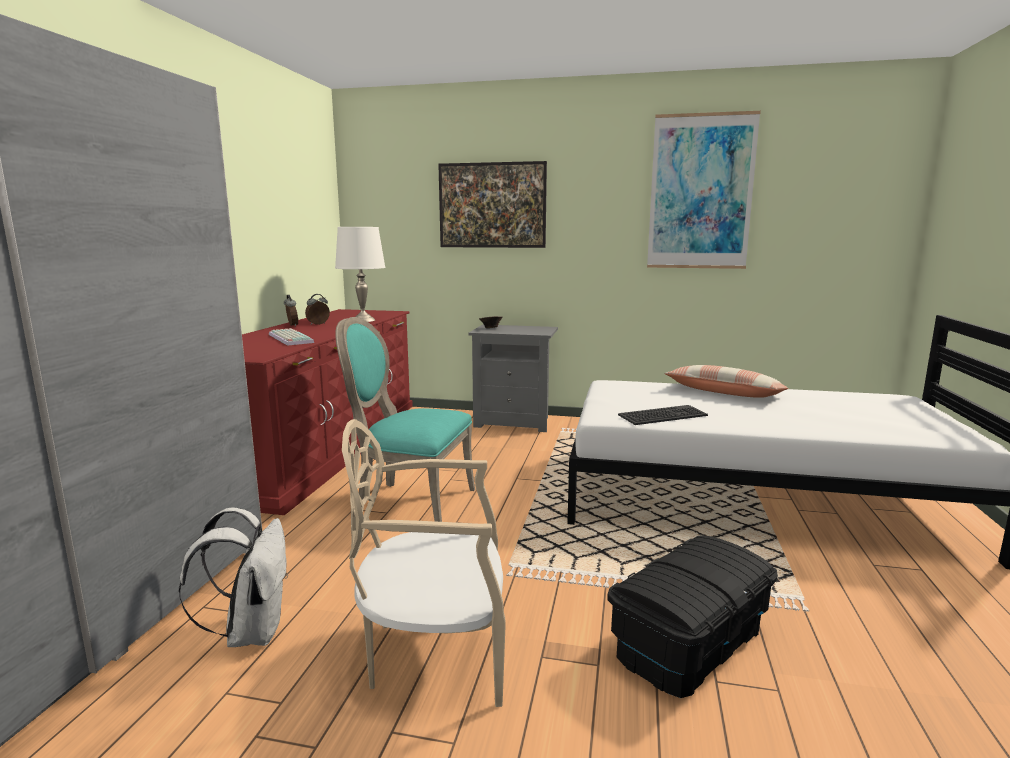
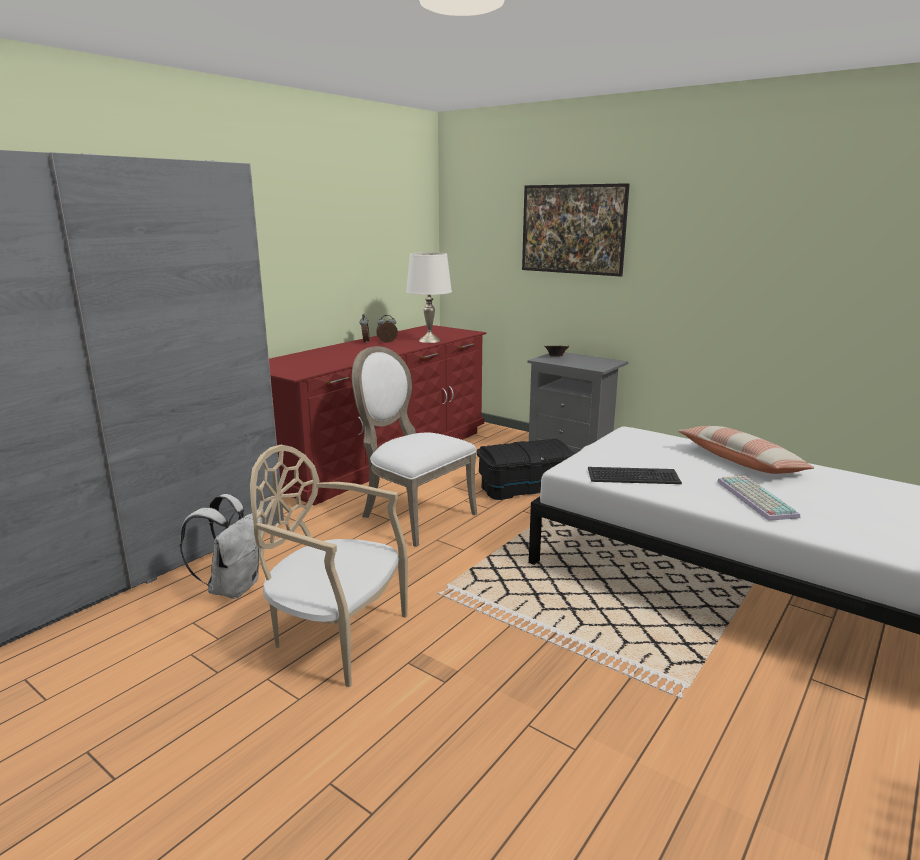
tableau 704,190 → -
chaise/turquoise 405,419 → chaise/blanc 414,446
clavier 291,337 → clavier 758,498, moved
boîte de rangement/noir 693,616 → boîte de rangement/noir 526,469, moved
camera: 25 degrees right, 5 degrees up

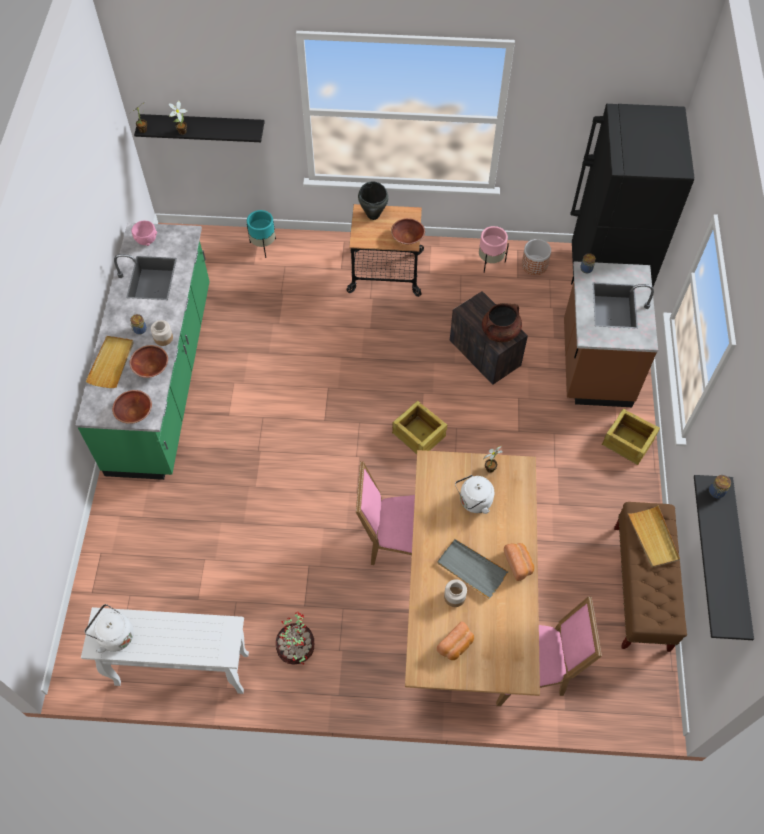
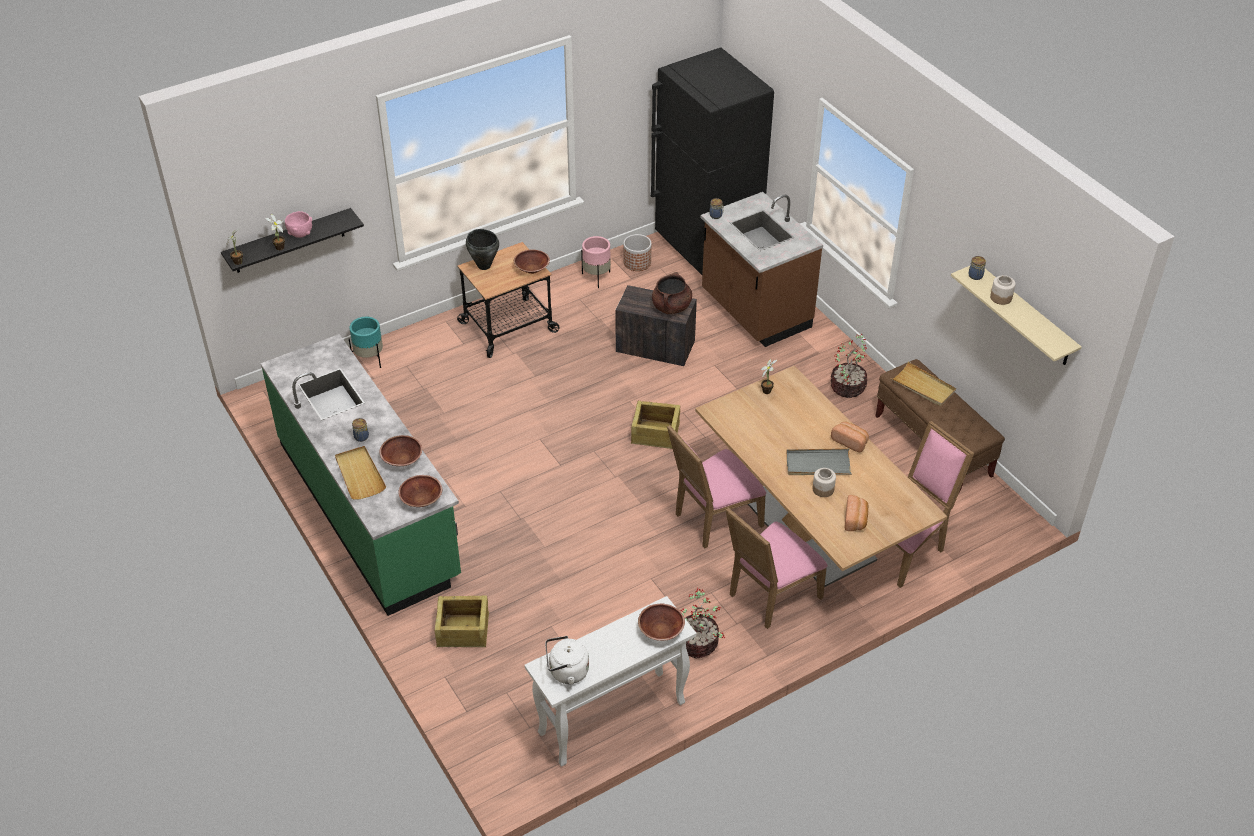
bol/rose 144,233 → bol/rose 298,224, moved
bocal 162,333 → bocal 1003,290, moved
caisse 630,437 → caisse 461,621, moved
bouilloire/blanc 474,494 → -
étagère/noir 724,557 → étagère/beige 1016,315
- → plante en pot 849,366
- → chaise/rose 776,568
- → bol/marron 661,622
camera: 35 degrees left, 15 degrees down

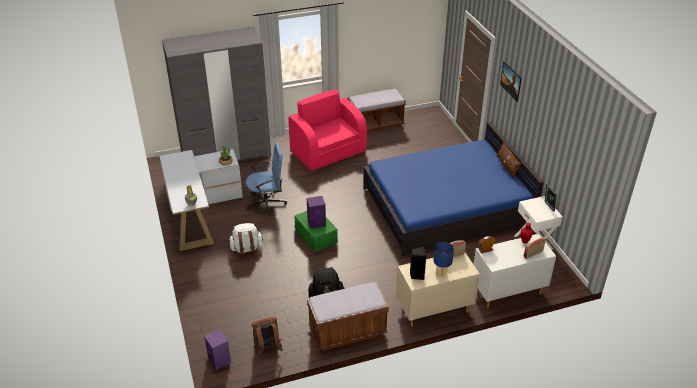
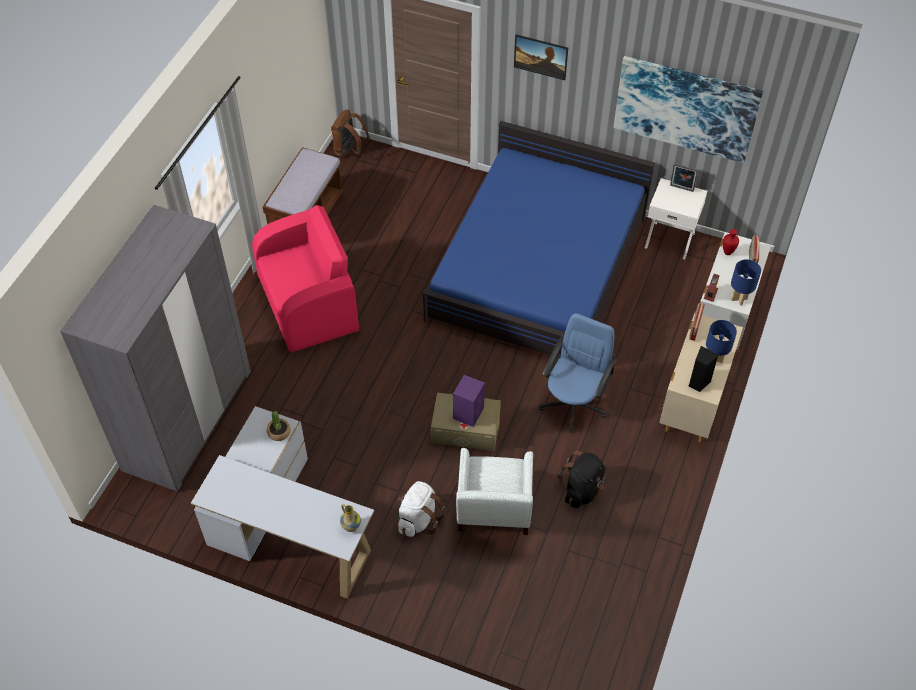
fauteuil/rose 327,130 → fauteuil/rose 305,278, 150 degrees clockwise
coussin/marron 509,159 → -
chaise de bureau/bleu 266,179 → chaise de bureau/bleu 578,373, moved
boîte de rangement/vert 316,231 → boîte de rangement/beige 466,422
banc/marron 348,316 → -
sac à dos/marron 267,337 → sac à dos/marron 350,133, moved
enceinte/violet 217,349 → -
- → tableau 688,109
- → lampe de table/bleu 746,282
- → fauteuil/blanc 494,491
camera: 50 degrees left, 15 degrees up

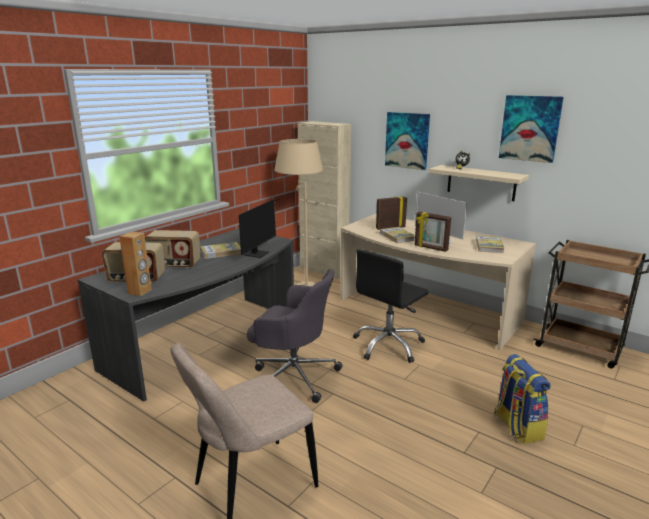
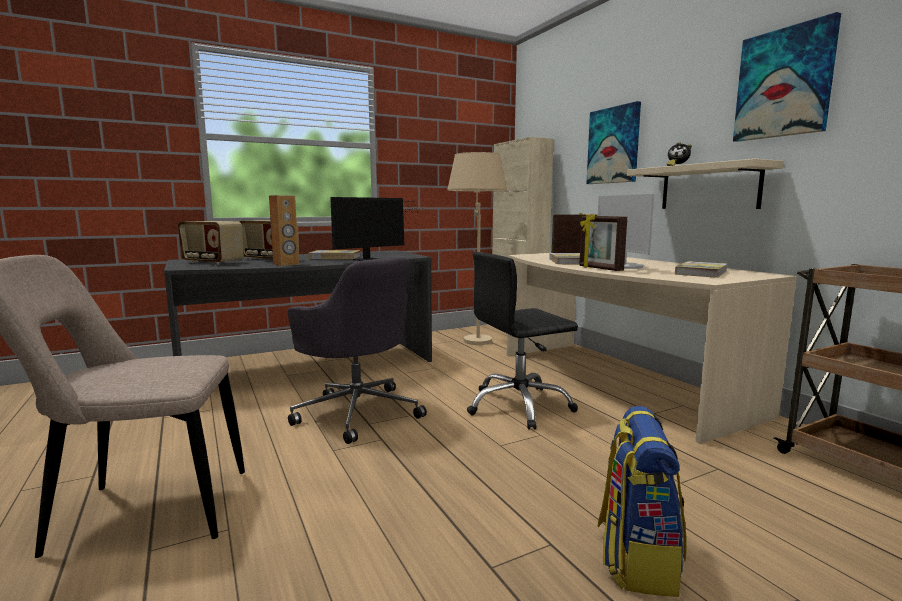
enceinte/marron 135,264 → enceinte/marron 284,230, moved
camera: 25 degrees right, 10 degrees down

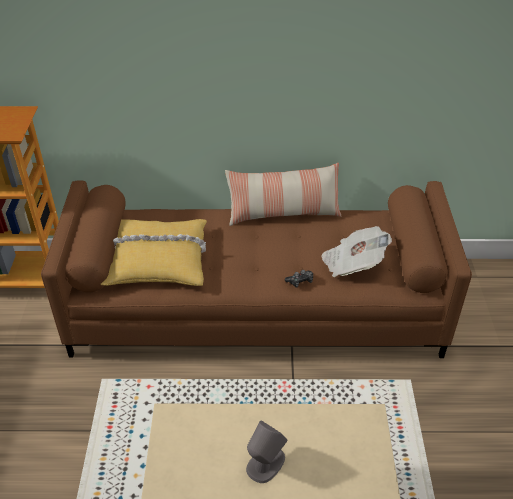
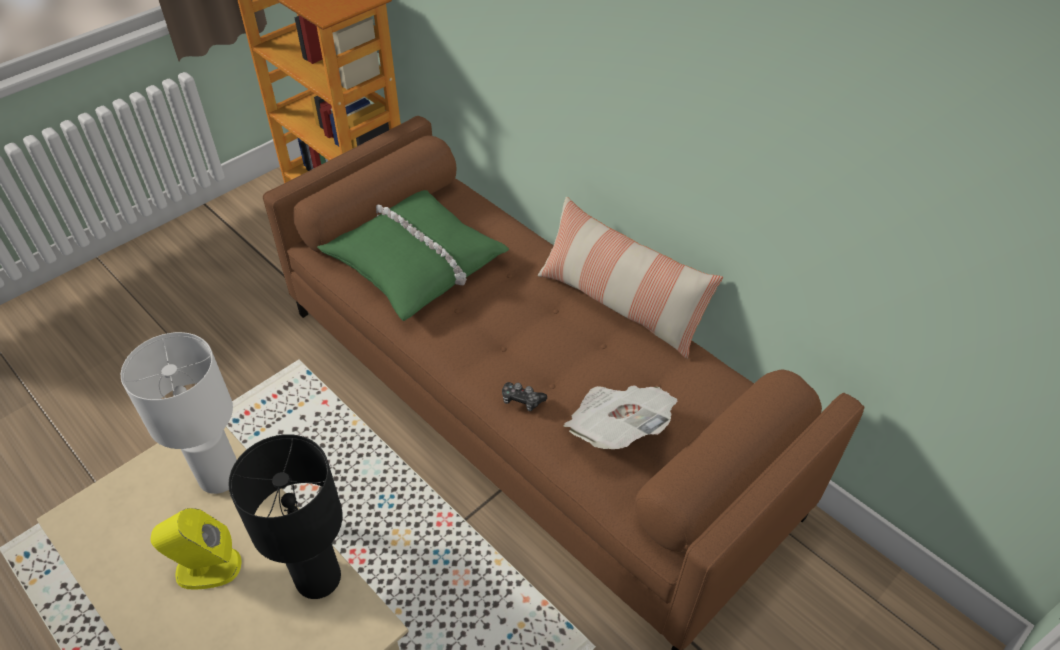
coussin/jaune 153,252 → coussin/vert 413,255
enceinte/gris 266,451 → enceinte/jaune 196,549
- → lampe de table/blanc 179,413
- → lampe de table/noir 285,516
camera: 45 degrees right, 5 degrees up

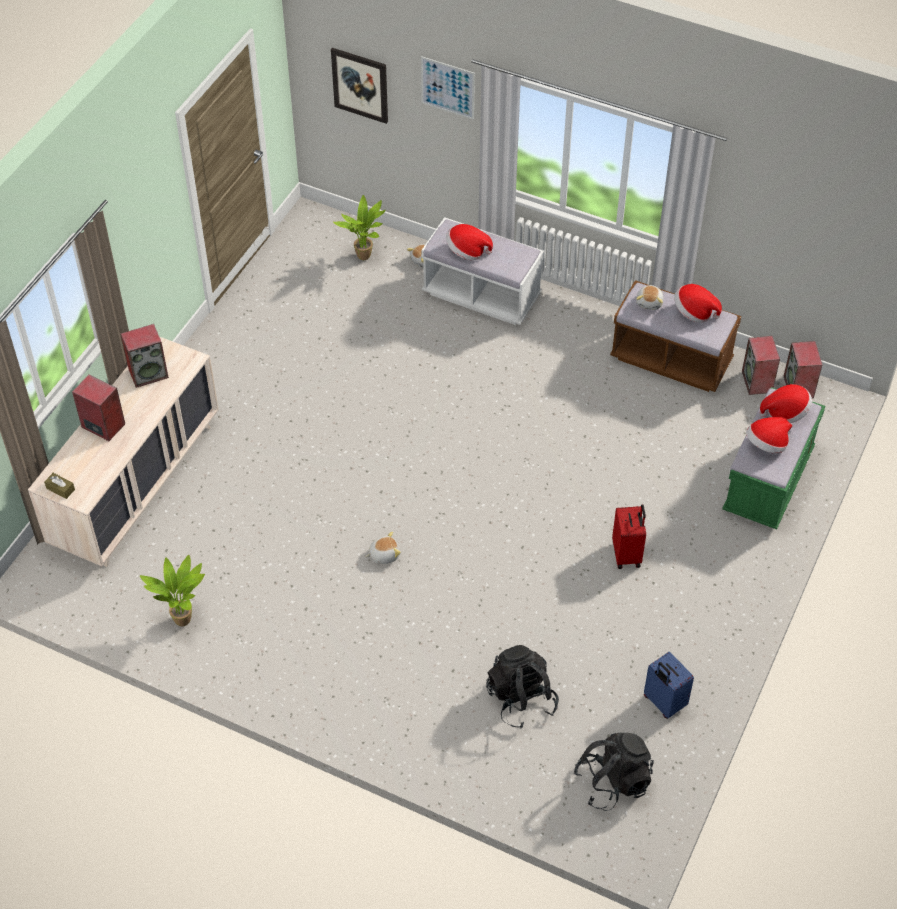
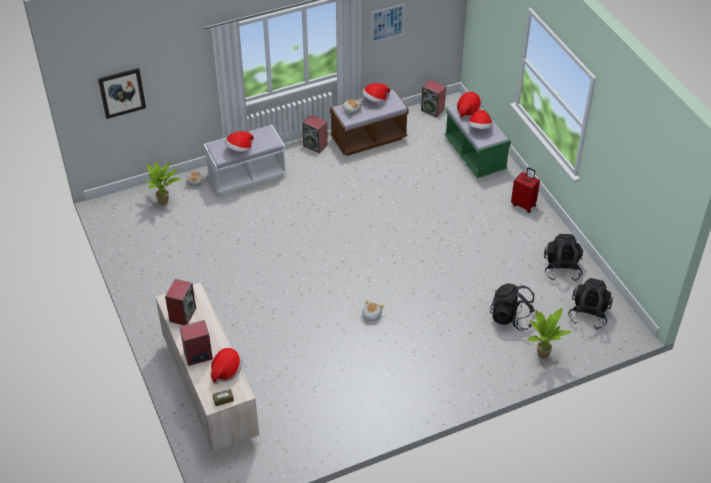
tableau 448,88 → tableau 388,23, moved
enceinte 761,365 → enceinte 315,134, moved
valise/rouge 629,536 → valise/rouge 525,190, moved
plante en pot 172,590 → plante en pot 549,333, moved
valise/bleu 669,685 → sac à dos/noir 563,258
- → chapeau 227,366
camera: 50 degrees left, 5 degrees down

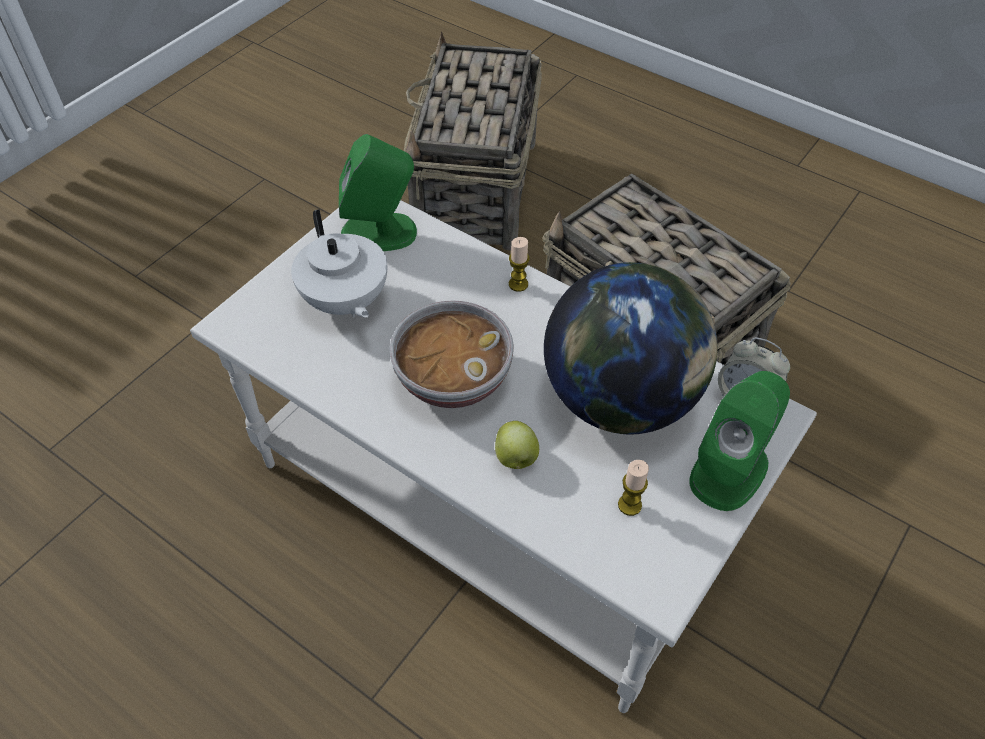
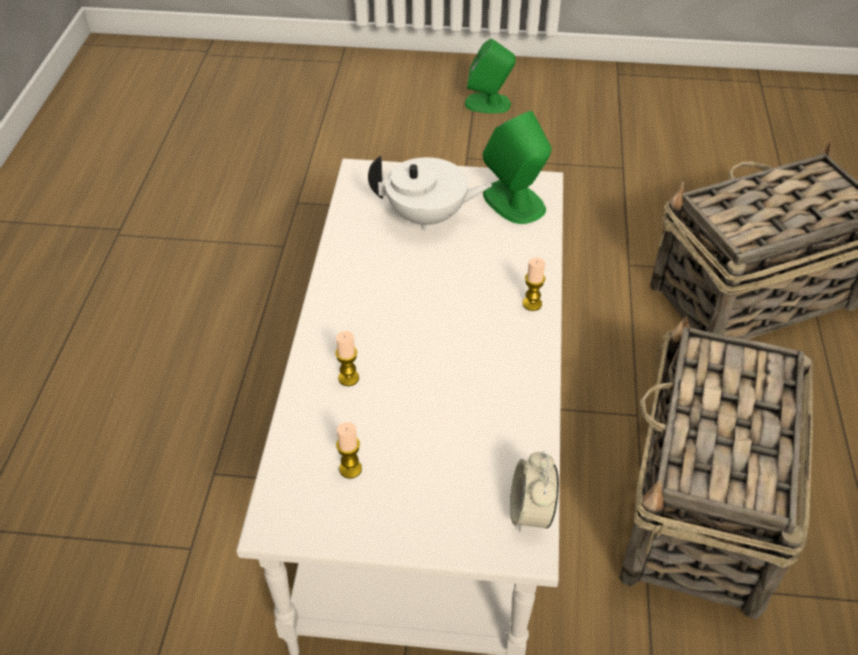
théière/blanc 339,263 → théière/blanc 430,193, 120 degrees counterclockwise
globe 631,348 → -
bol 452,354 → -
enceinte/vert 740,441 → enceinte/vert 490,76, moved
pomme 517,445 → bougie 347,358
camera: 60 degrees right, 5 degrees down

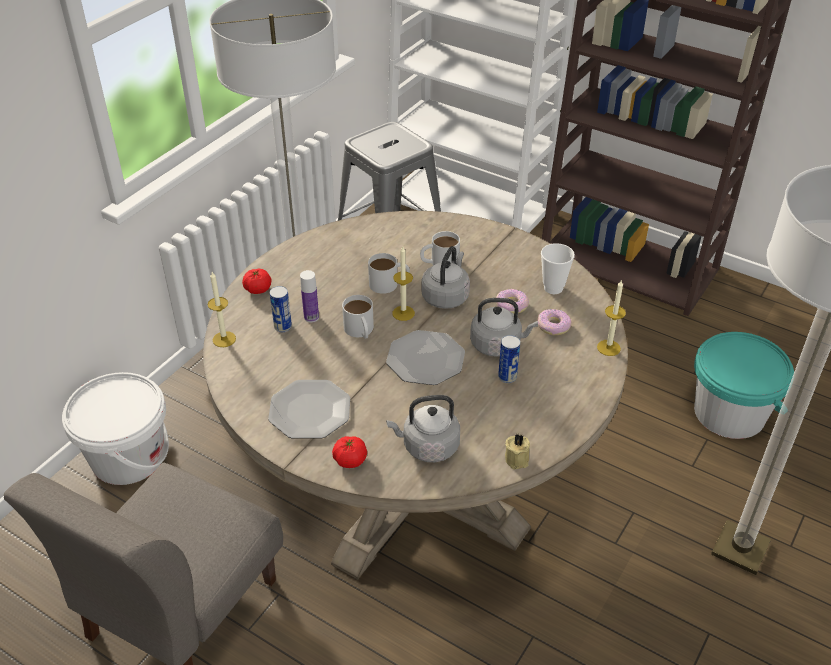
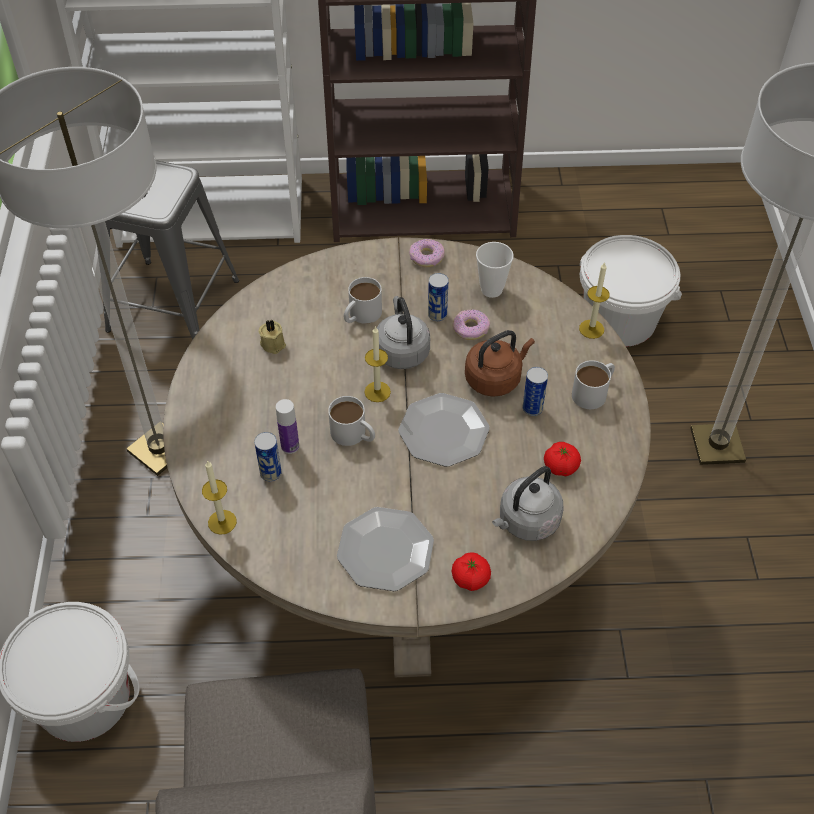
mug/blanc 389,273 → mug/blanc 593,384, moved
tomate 257,281 → tomate 562,459, moved
bouilloire/gris 504,327 → bouilloire/marron 500,363
beignet 554,322 → beignet 427,253, moved
seau/turquoise 744,385 → seau/blanc 631,291
bougie/beige 517,451 → bougie/beige 272,337, moved
- → boîte métallique 438,297
camera: 35 degrees left, 10 degrees up

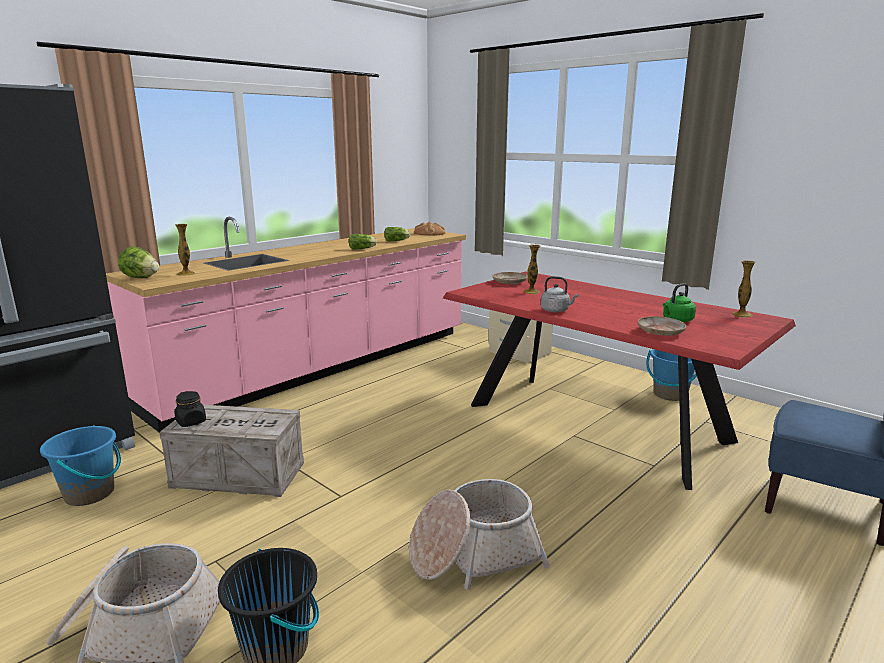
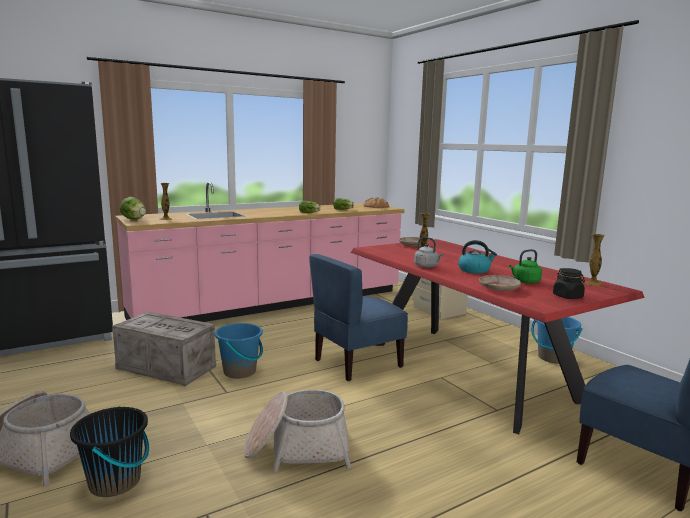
bocal/noir 190,409 → bocal/noir 569,283, moved
seau/bleu 80,465 → seau/bleu 239,350, moved
- → bouilloire 477,256
- → chaise/bleu 358,317
camera: 15 degrees right, 5 degrees down

